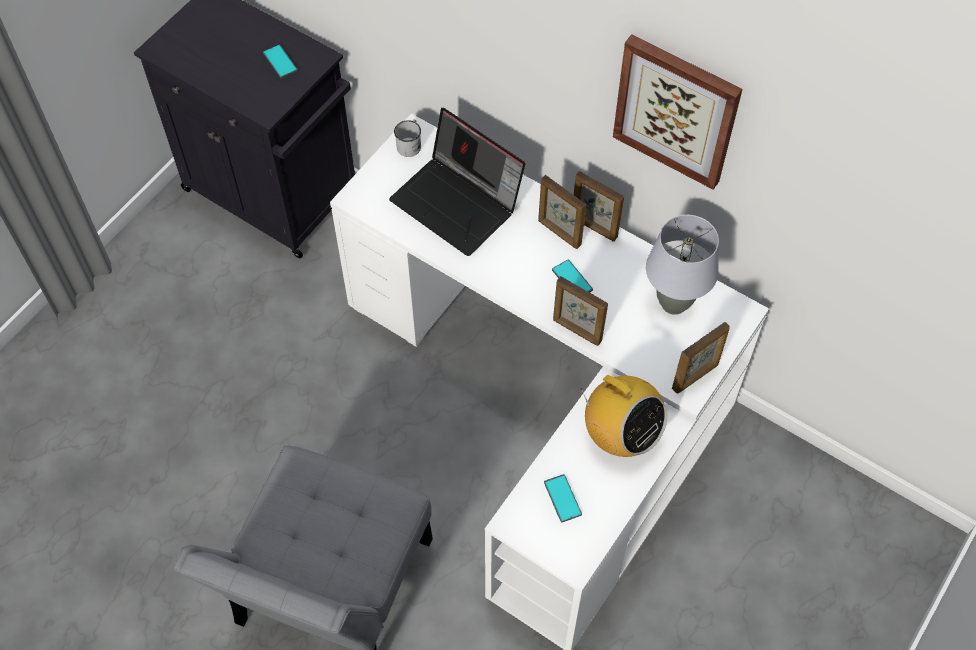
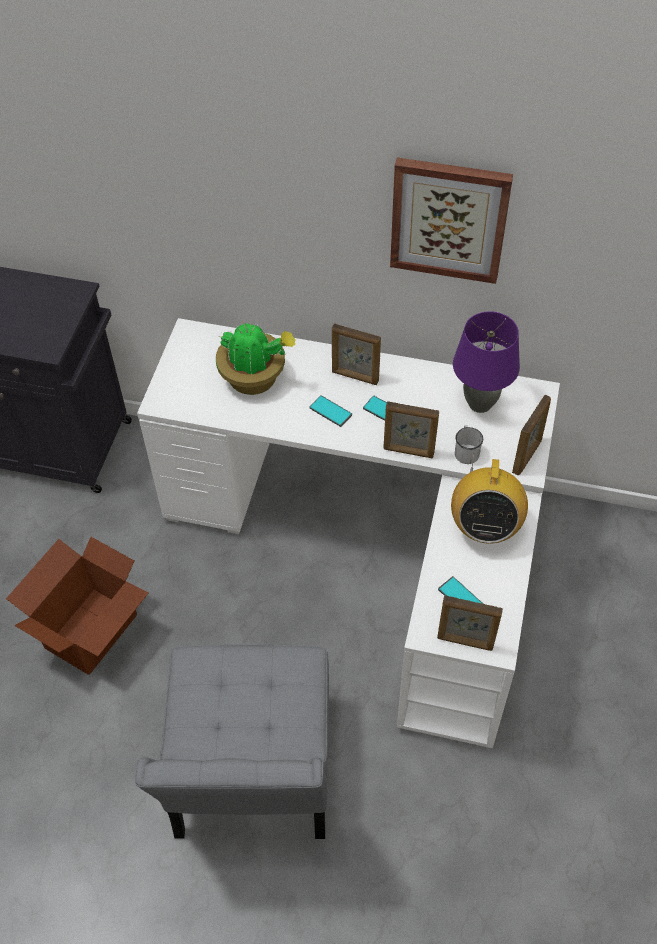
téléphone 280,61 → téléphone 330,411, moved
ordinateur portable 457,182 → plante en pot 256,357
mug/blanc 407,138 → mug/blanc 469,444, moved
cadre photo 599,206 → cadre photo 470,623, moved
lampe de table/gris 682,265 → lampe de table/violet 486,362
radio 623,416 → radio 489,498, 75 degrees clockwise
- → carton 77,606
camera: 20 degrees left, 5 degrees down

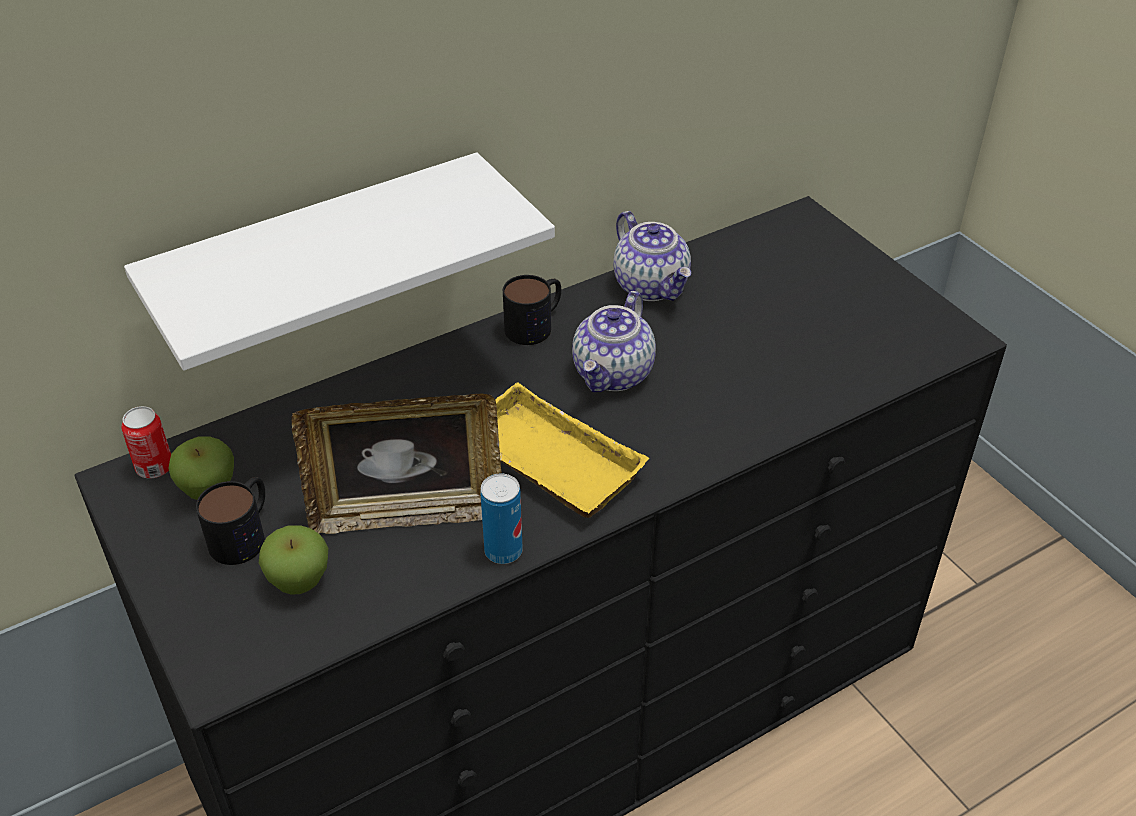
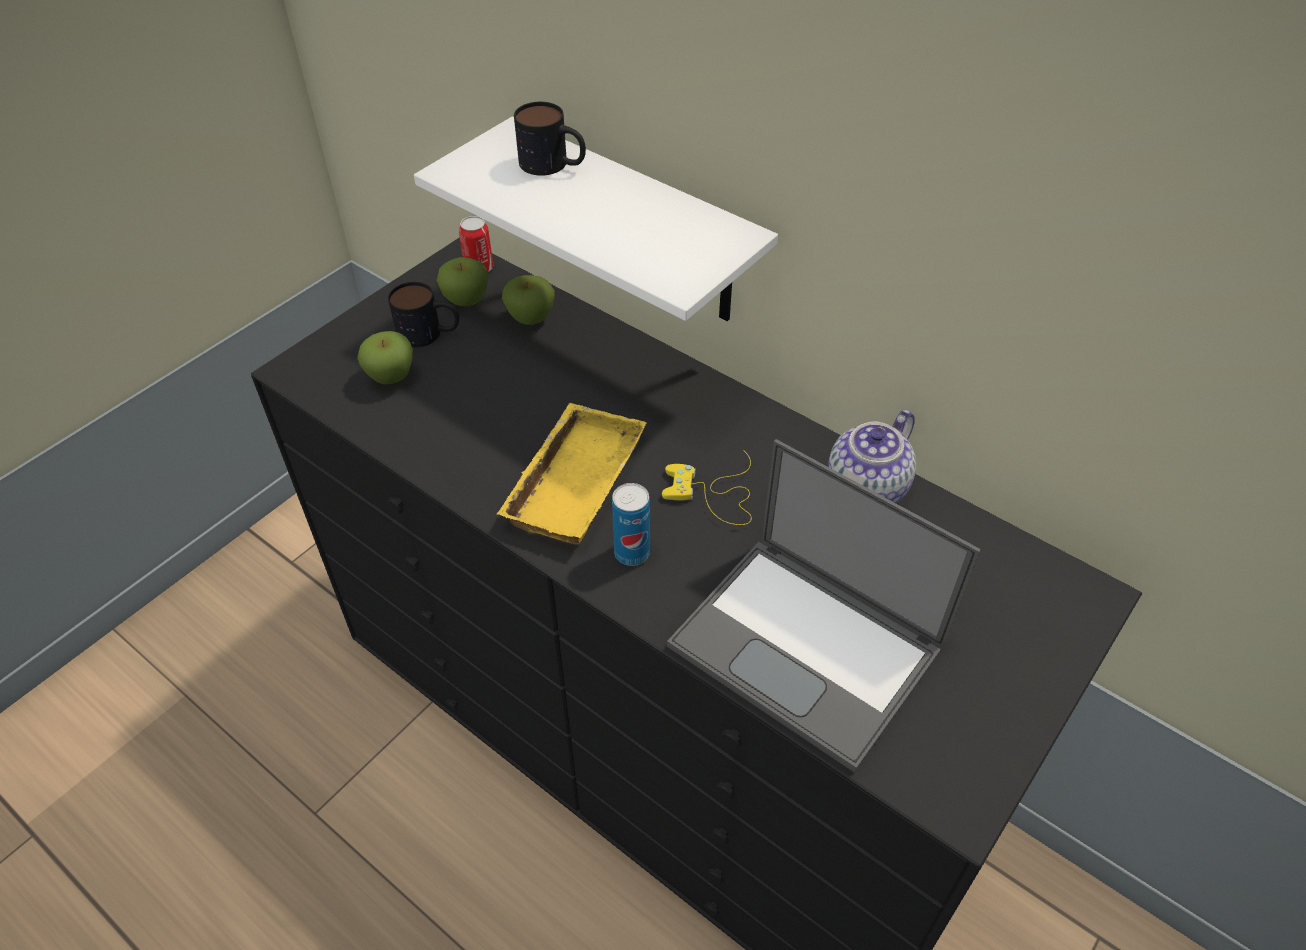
mug 532,310 → mug 550,139, moved
théière 614,341 → manette/jaune 707,487
cadre photo 397,464 → -
boîte métallique 501,519 → boîte métallique 631,524, moved
- → pomme 528,300
- → ordinateur portable 824,606
camera: 70 degrees right, 5 degrees up

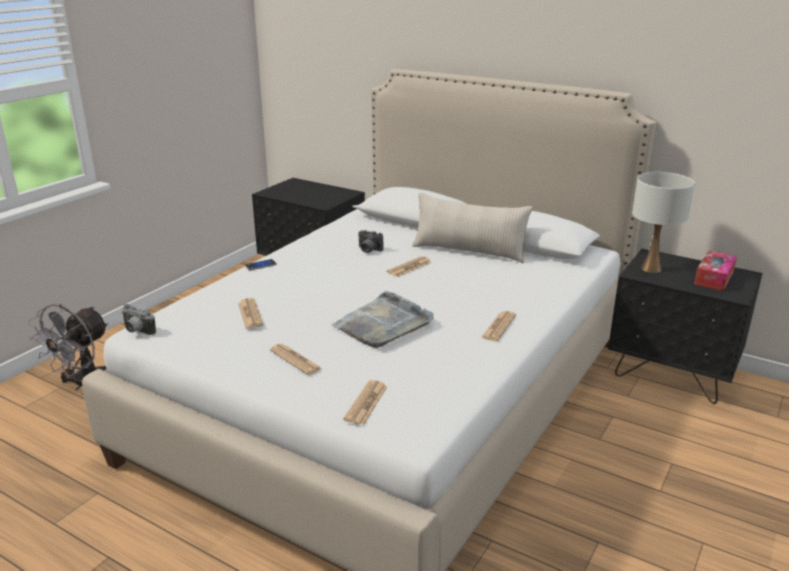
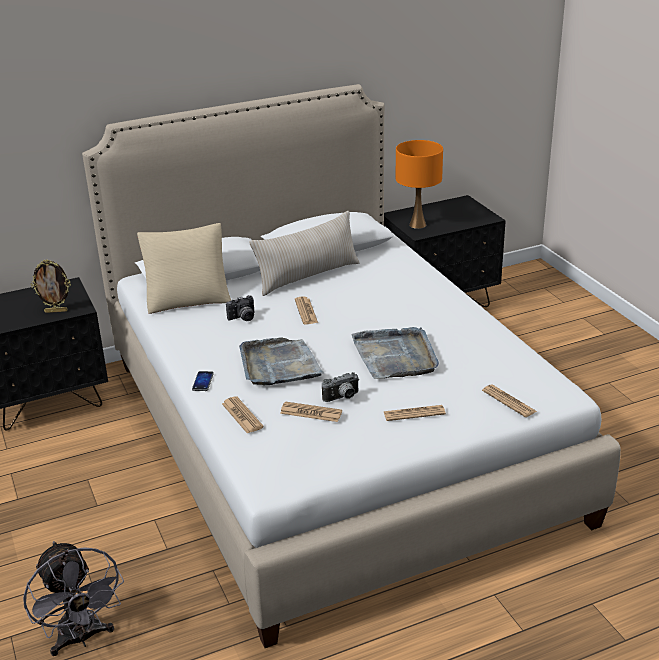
lampe de table/blanc 663,222 → lampe de table/orange 419,184
boîte à mouchoirs 715,271 → -
appareil photo 139,319 → appareil photo 340,387, moved
journal 498,326 → journal 243,415, moved
- → coussin/beige 184,268
- → cadre photo 51,286
- → plateau/gris 281,361
camera: 55 degrees left, 5 degrees up

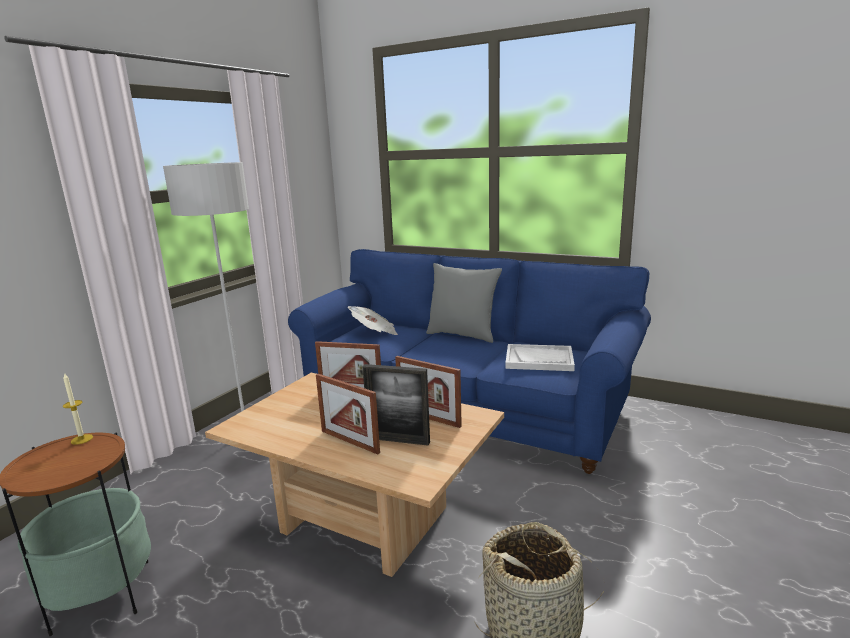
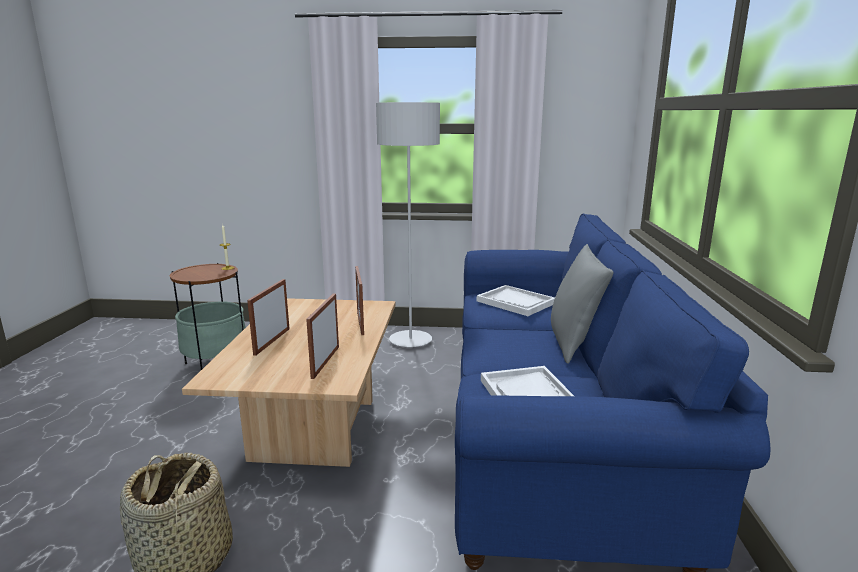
journal 373,320 → plateau/blanc 516,300
cadre photo 396,405 → -
camera: 65 degrees right, 0 degrees up

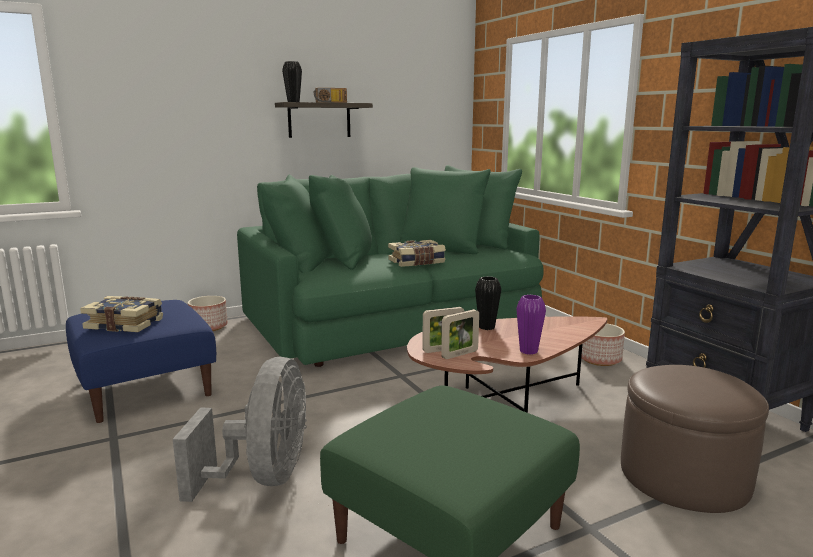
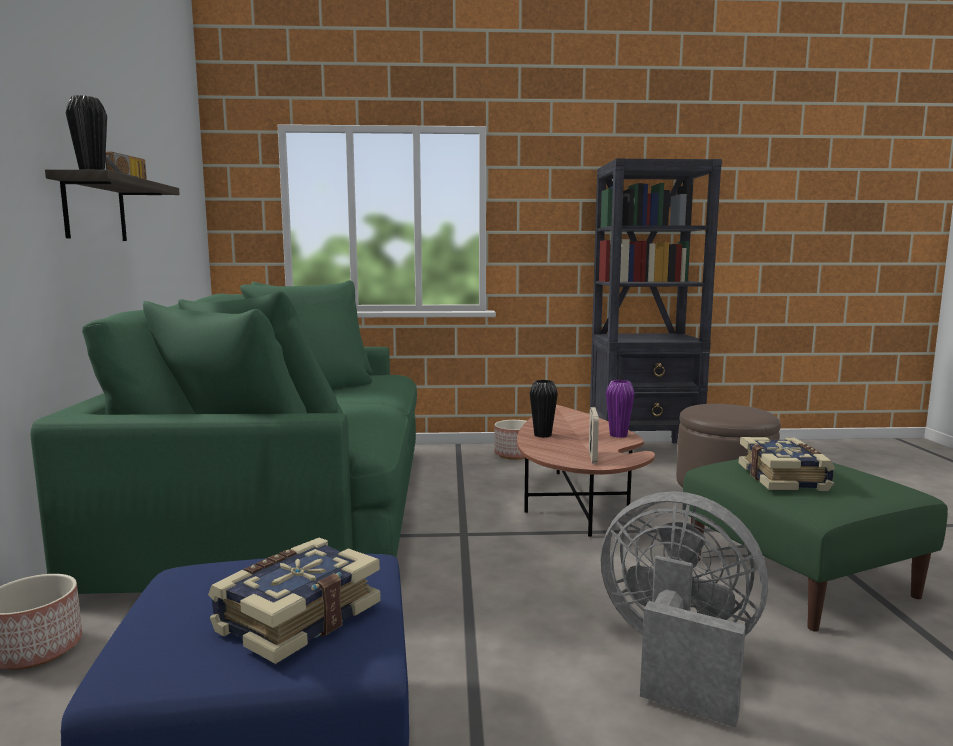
livre 417,253 → livre 787,464, moved
cadre photo 460,334 → -
camera: 65 degrees left, 5 degrees down

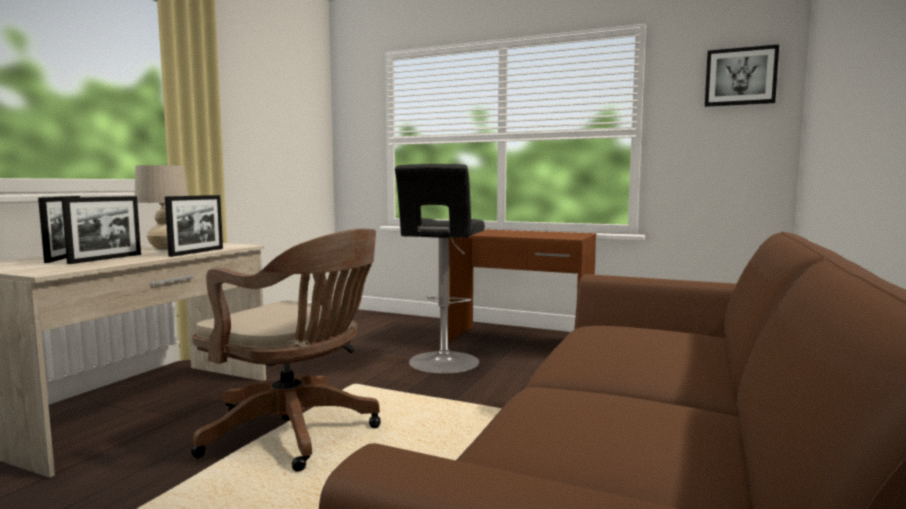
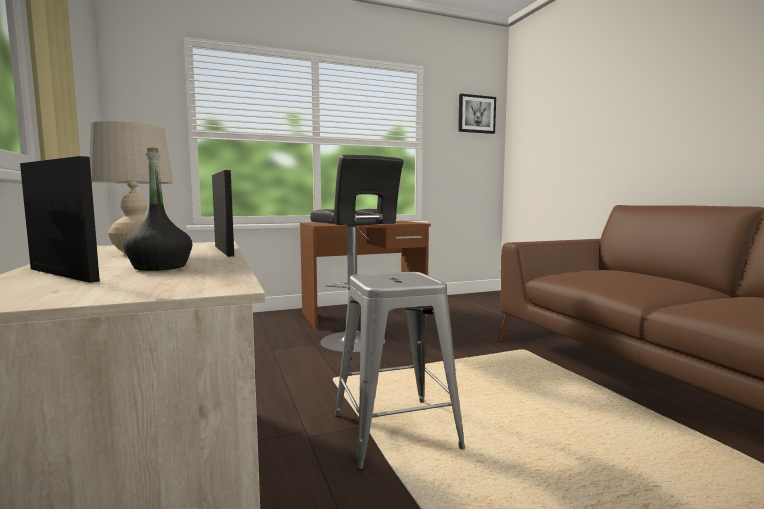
cadre photo 101,230 → bouteille/noir 158,209
chaise de bureau/marron 286,350 → tabouret/gris 400,371
camera: 45 degrees left, 0 degrees up

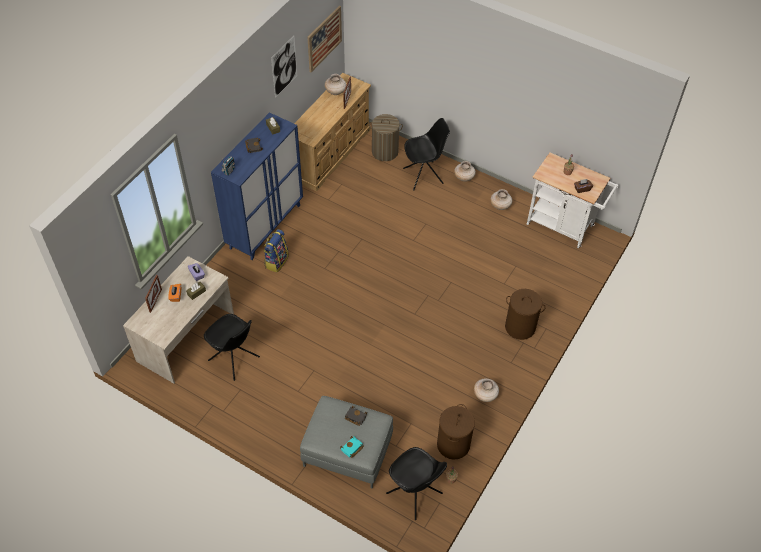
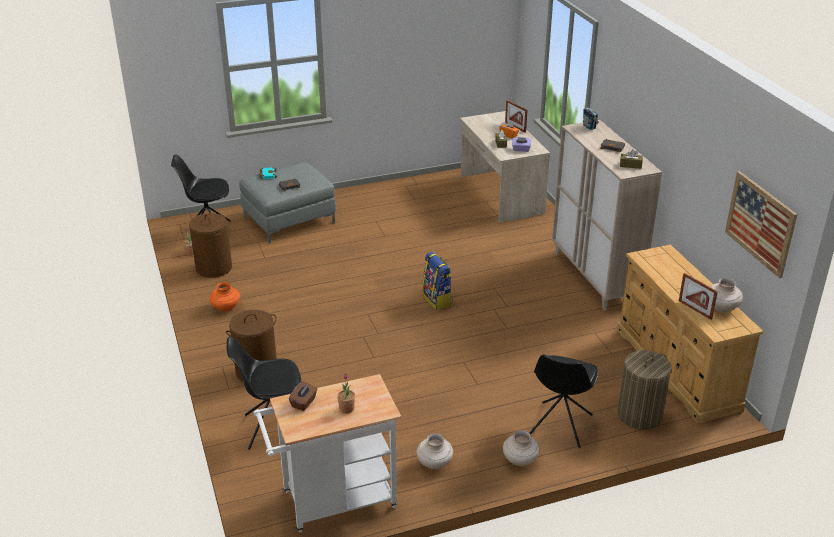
tableau 284,67 → -
meuble de rangement/bleu 257,186 → meuble de rangement/beige 607,215
sac à dos 276,250 → sac à dos 437,281, moved
chaise/noir 232,347 → chaise/noir 264,393, moved
vase/beige 486,390 → vase/orange 225,296
camera: 130 degrees right, 20 degrees down

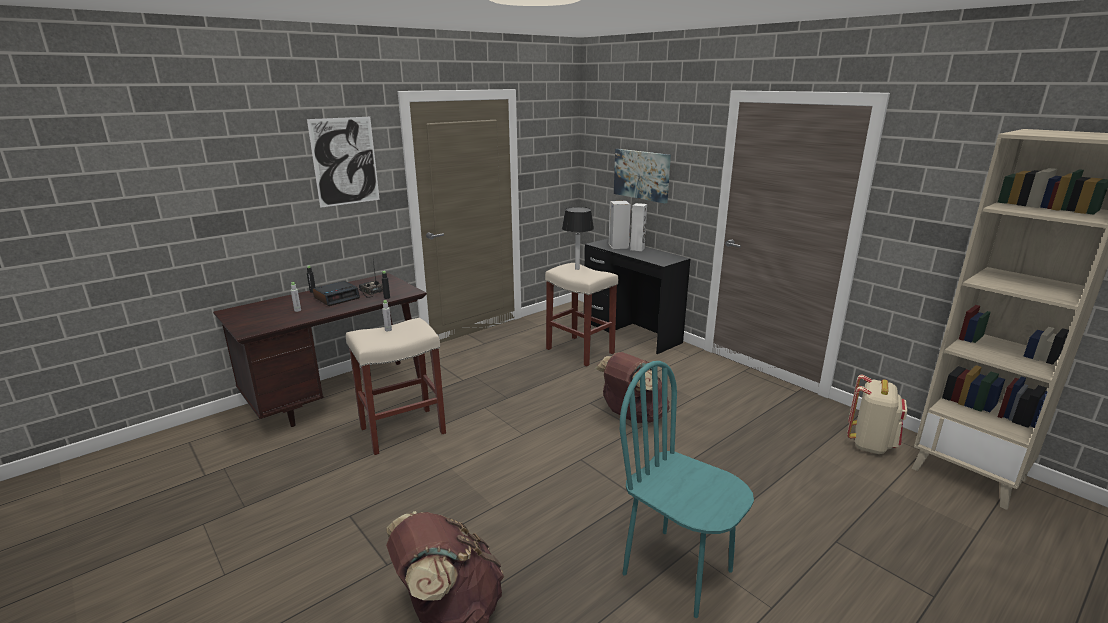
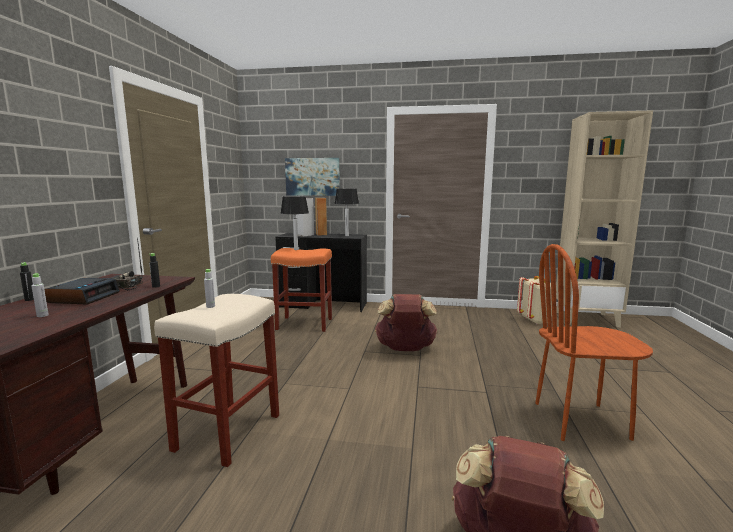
tableau 343,162 → -
enceinte/blanc 638,227 → enceinte/marron 321,217
tabouret/beige 581,315 → tabouret/orange 301,290
chaise/turquoise 687,489 → chaise/marron 594,342
- → lampe de table 346,212
camera: 40 degrees left, 10 degrees down

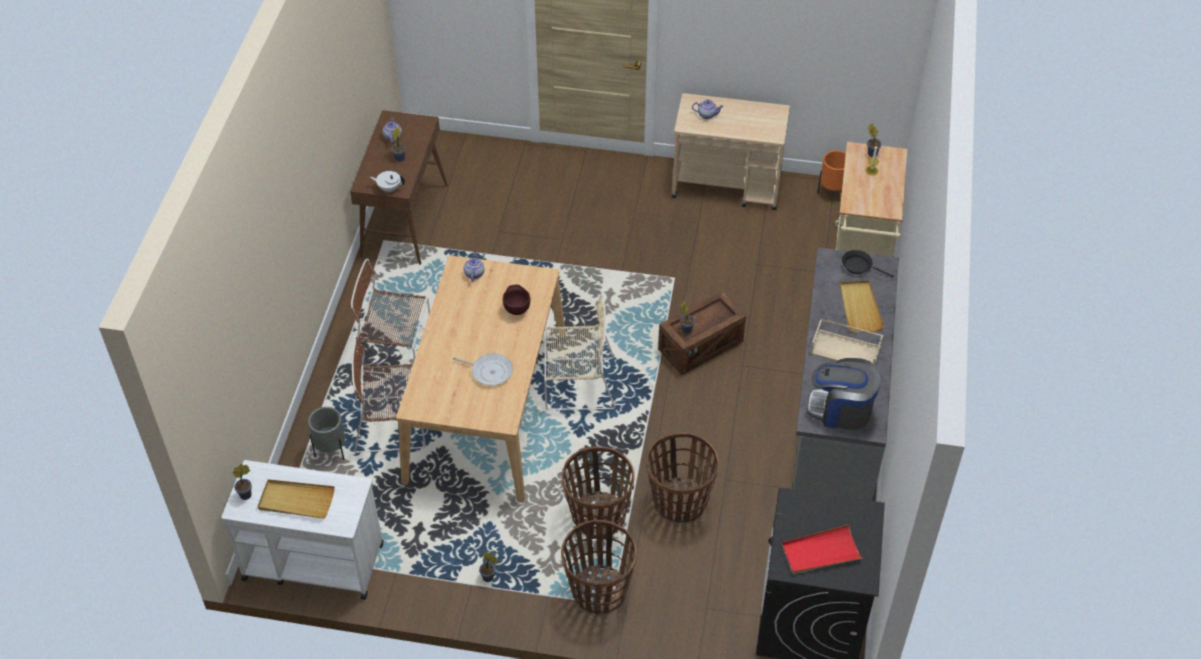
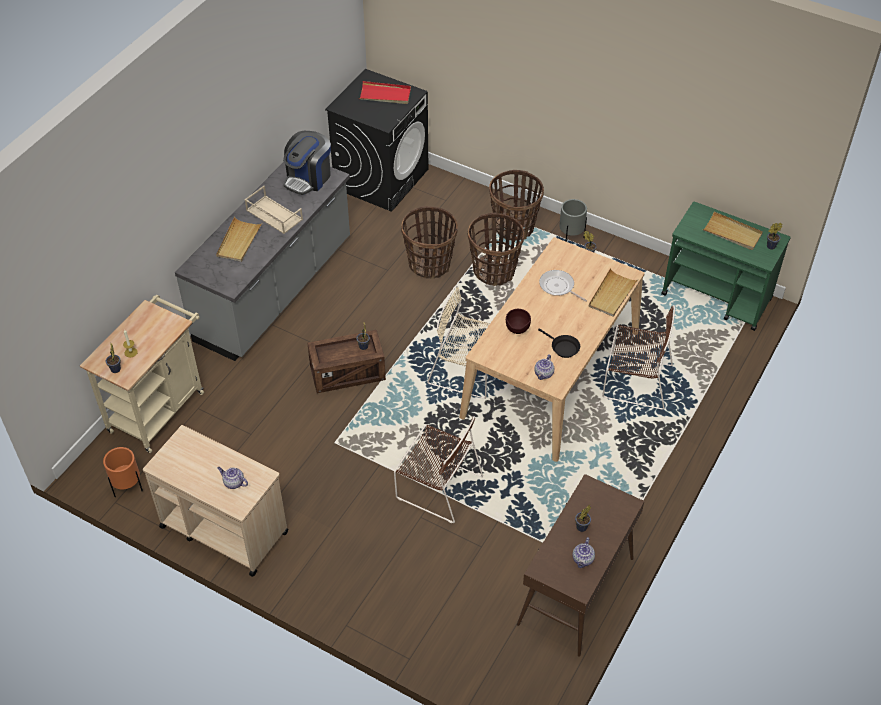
théière/blanc 387,182 → -
poêle/noir 868,263 → poêle/noir 559,343, moved
chaise/marron 390,318 → chaise/marron 438,469, moved
machine à café 843,394 → machine à café 307,163, 90 degrees clockwise
cache-pot/gris 326,433 → cache-pot/gris 573,220, moved
chariot/blanc 302,530 → chariot/vert 726,266
- → plateau/beige 613,292
camera: 160 degrees left, 0 degrees up

